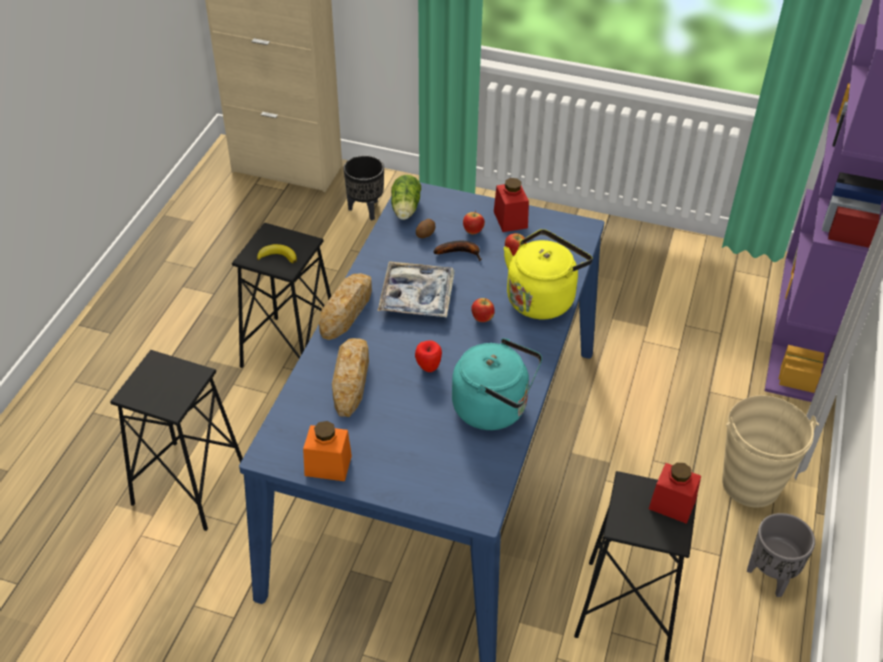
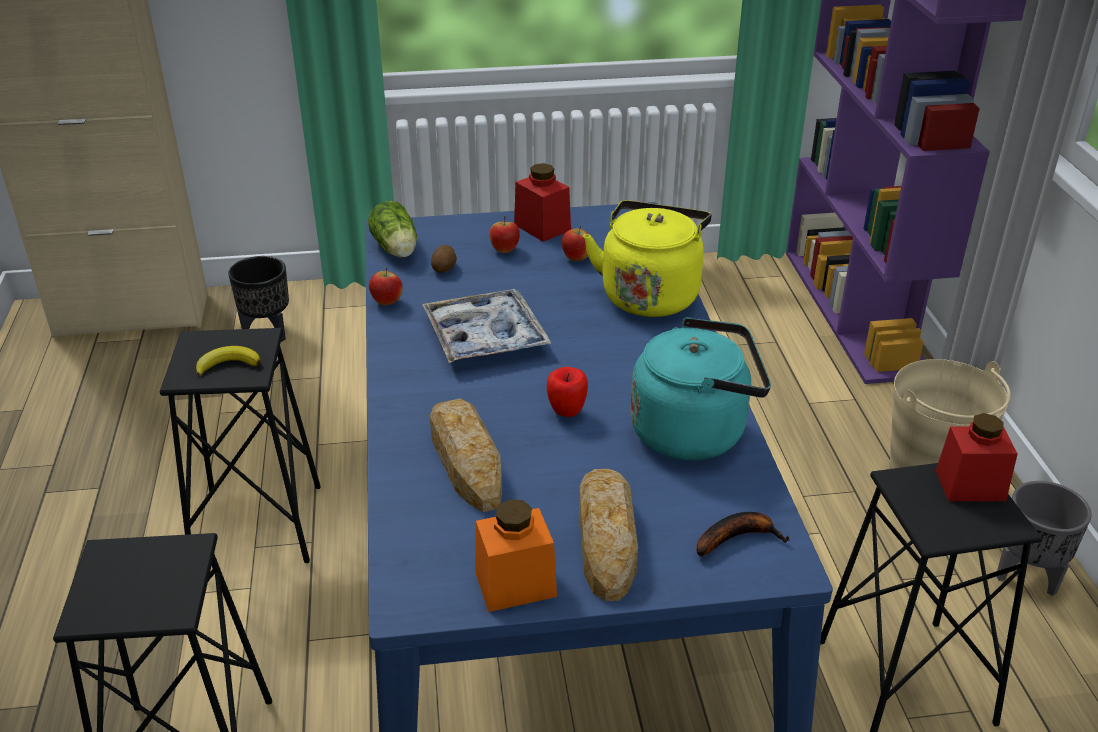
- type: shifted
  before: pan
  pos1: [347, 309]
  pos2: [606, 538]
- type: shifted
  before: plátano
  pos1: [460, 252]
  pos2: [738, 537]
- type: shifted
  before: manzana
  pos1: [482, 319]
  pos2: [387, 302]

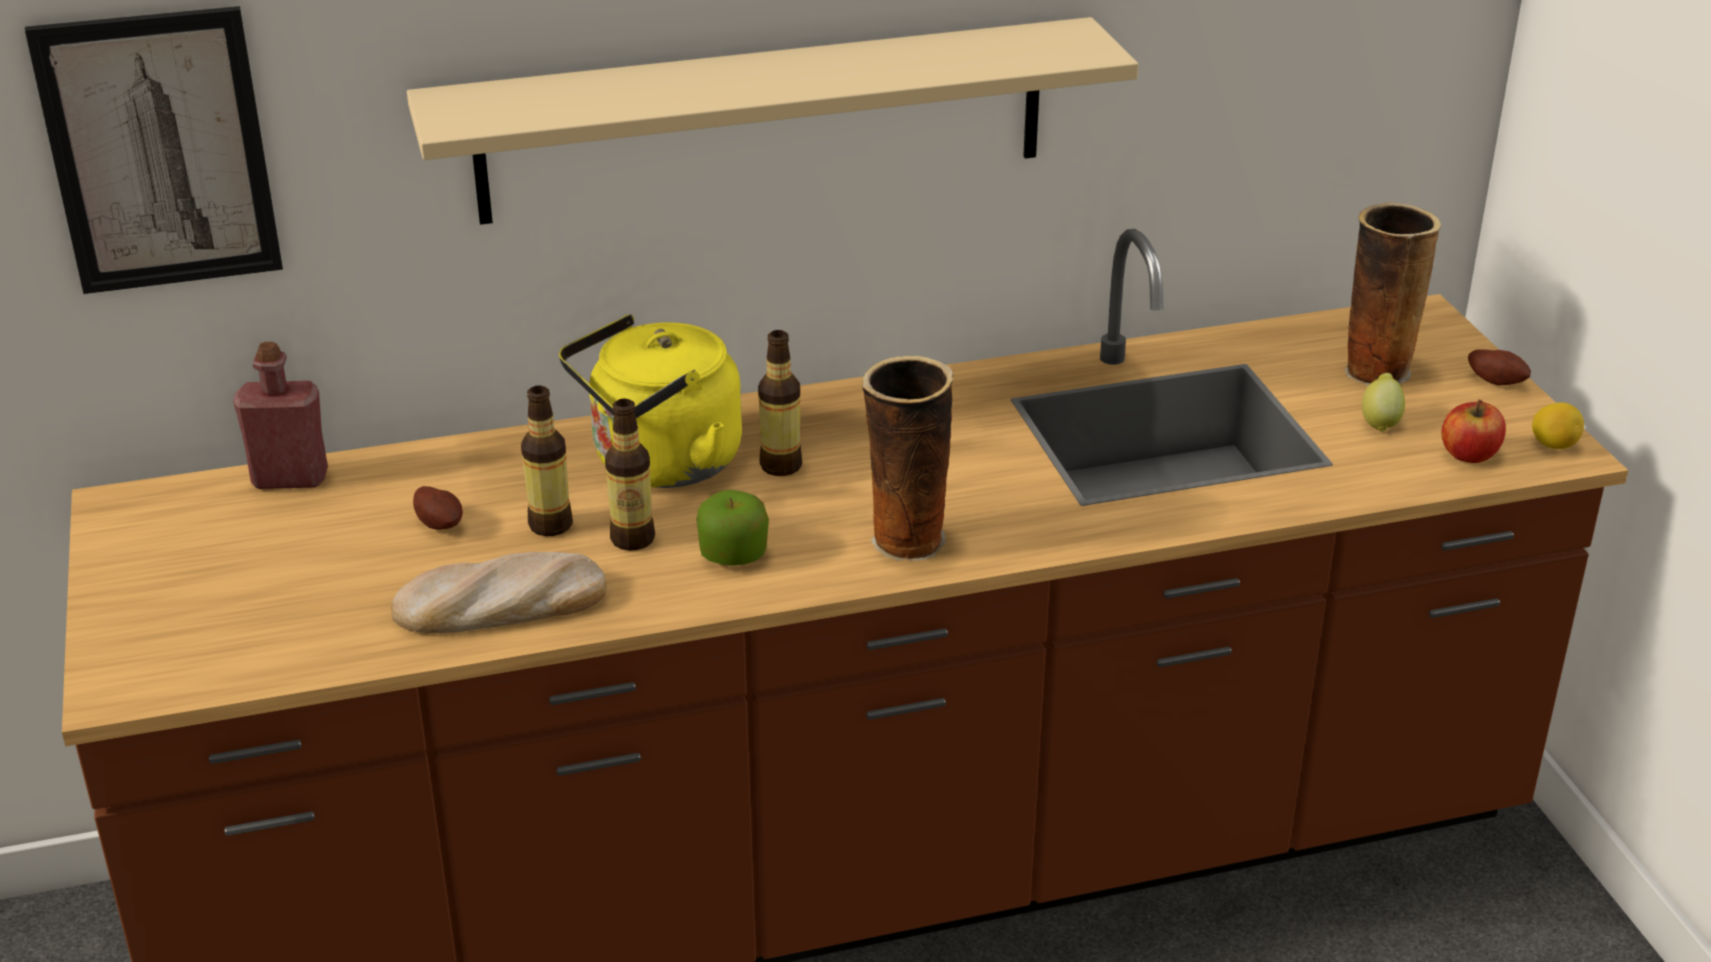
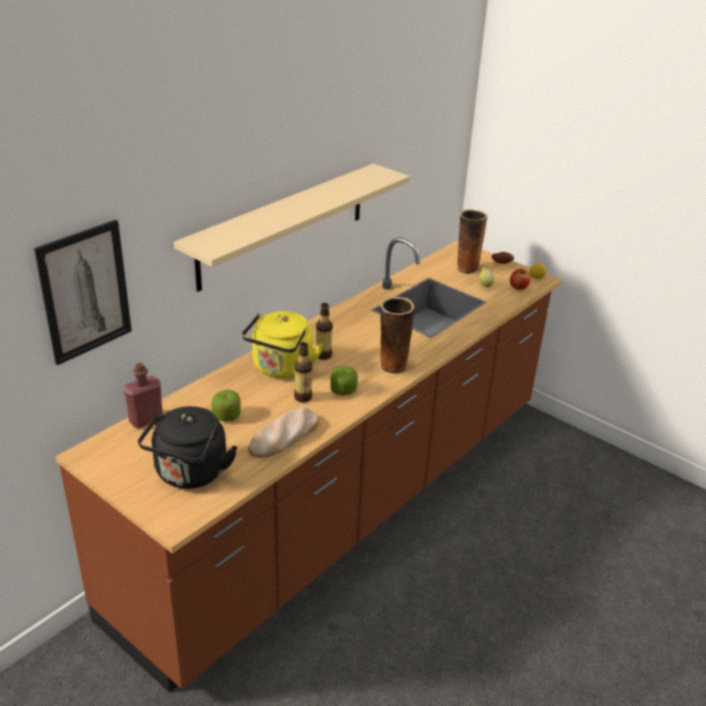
- type: gone
  before: botella
  pos1: [550, 525]
- type: new
  after: hervidor [negro]
  pos2: [190, 474]
- type: swapped
  before: patata
  after: manzana
  pos1: [440, 523]
  pos2: [226, 416]

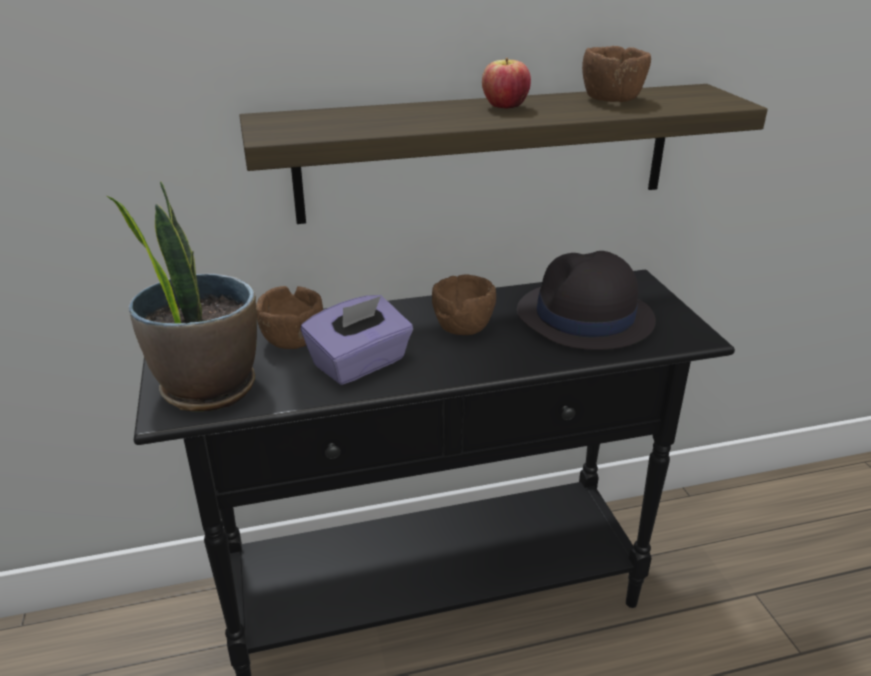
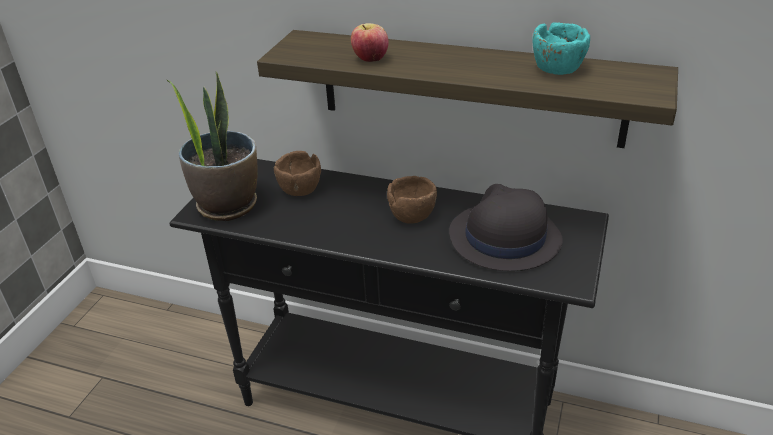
- type: gone
  before: caja de pañuelos [morado]
  pos1: [360, 364]
- type: shifted
  before: manzana
  pos1: [505, 107]
  pos2: [370, 59]
- type: repainted
  before: cuenco [marrón]
  after: cuenco [turquesa]
  pos1: [612, 99]
  pos2: [557, 69]

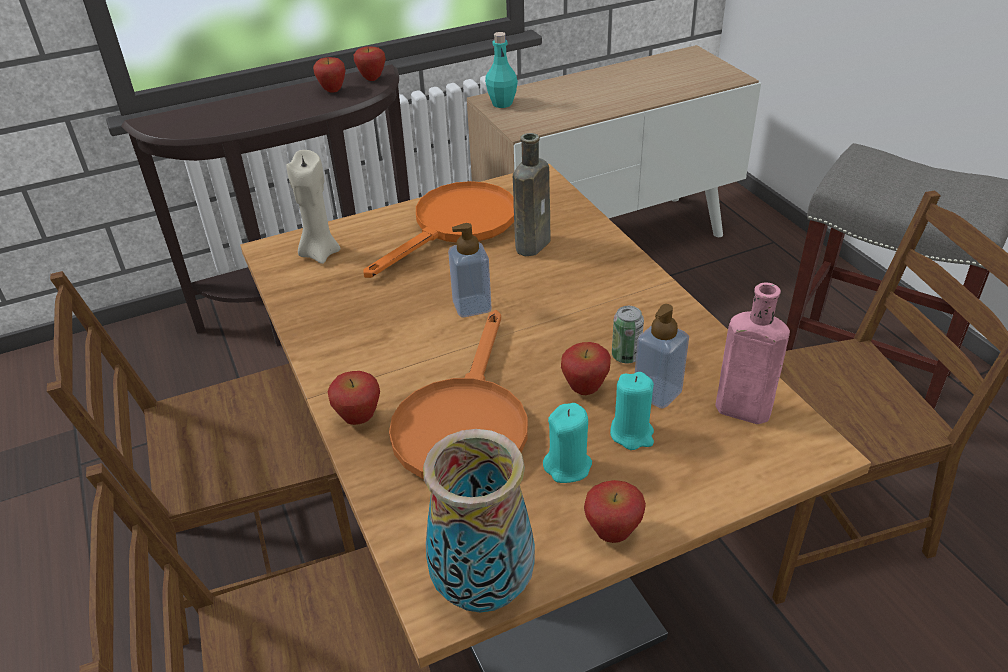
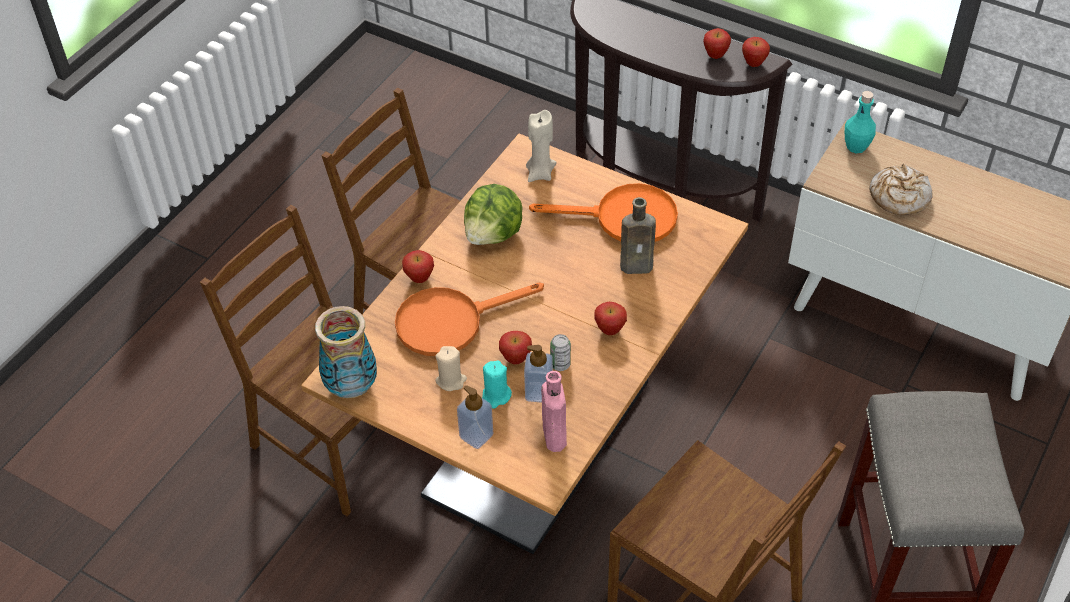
- type: new
  after: lechuga
  pos2: [494, 234]
- type: new
  after: pan
  pos2: [898, 197]
- type: shifted
  before: dispensador de jabón
  pos1: [472, 306]
  pos2: [476, 436]
- type: shifted
  before: manzana
  pos1: [612, 533]
  pos2: [610, 330]
- type: repainted
  before: vela [turquesa]
  after: vela [beis]
  pos1: [568, 466]
  pos2: [451, 380]

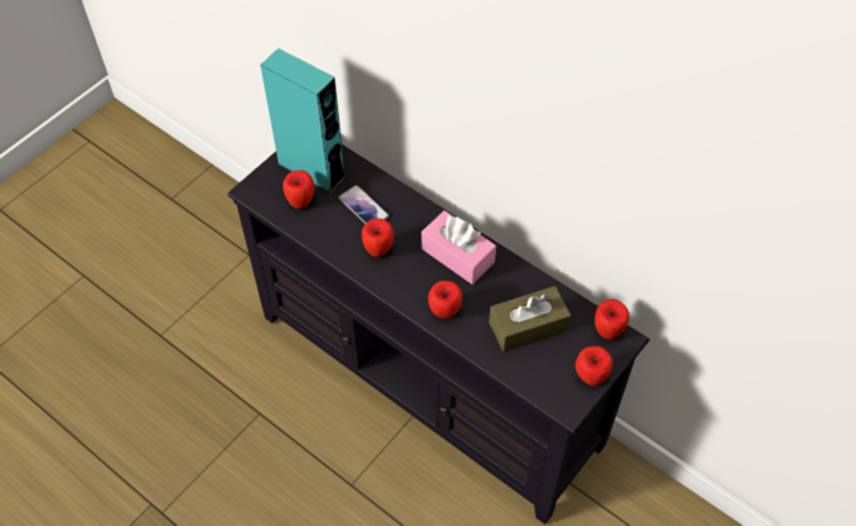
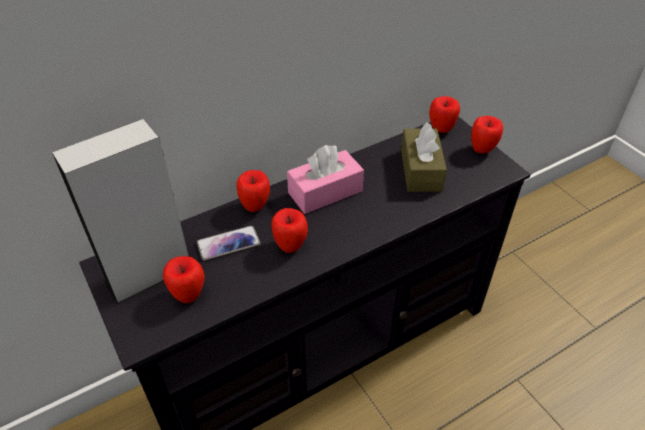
- type: shifted
  before: manzana
  pos1: [444, 312]
  pos2: [255, 206]
- type: repainted
  before: altavoz [turquesa]
  after: altavoz [gris]
  pos1: [311, 170]
  pos2: [149, 274]

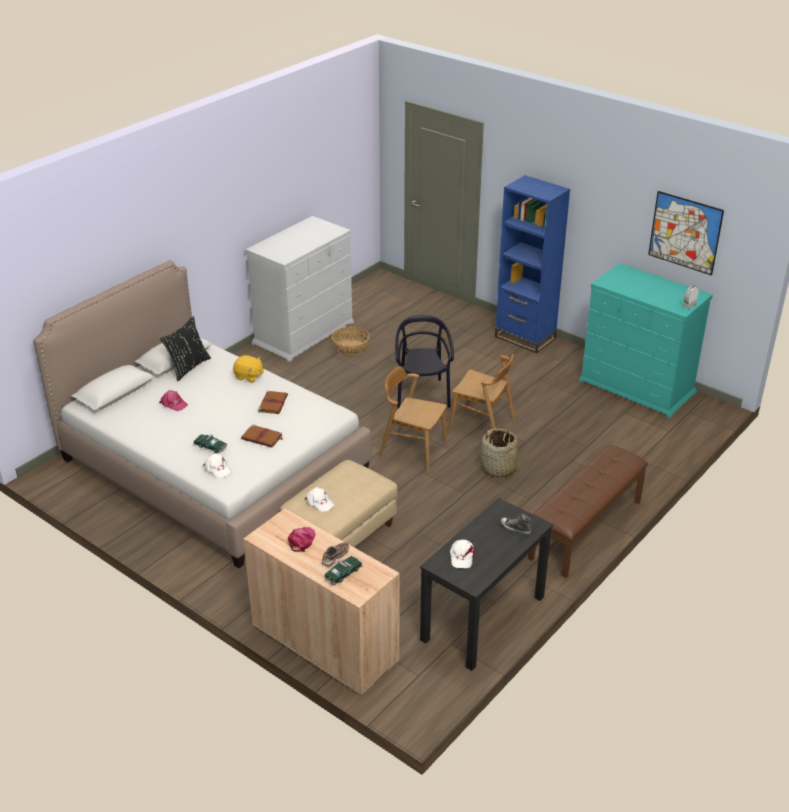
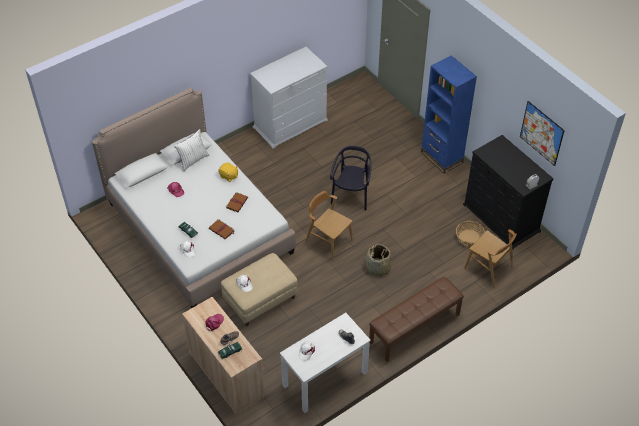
- type: shifted
  before: cesta
  pos1: [351, 347]
  pos2: [469, 238]
- type: shifted
  before: silla [marrón]
  pos1: [482, 425]
  pos2: [488, 268]
- type: repainted
  before: cojín [negro]
  after: cojín [blanco]
  pos1: [188, 367]
  pos2: [193, 160]
- type: repainted
  before: escritorio [negro]
  after: escritorio [blanco]
  pos1: [483, 618]
  pos2: [324, 379]
- type: repainted
  before: cómoda [turquesa]
  after: cómoda [negro]
  pos1: [637, 387]
  pos2: [501, 218]

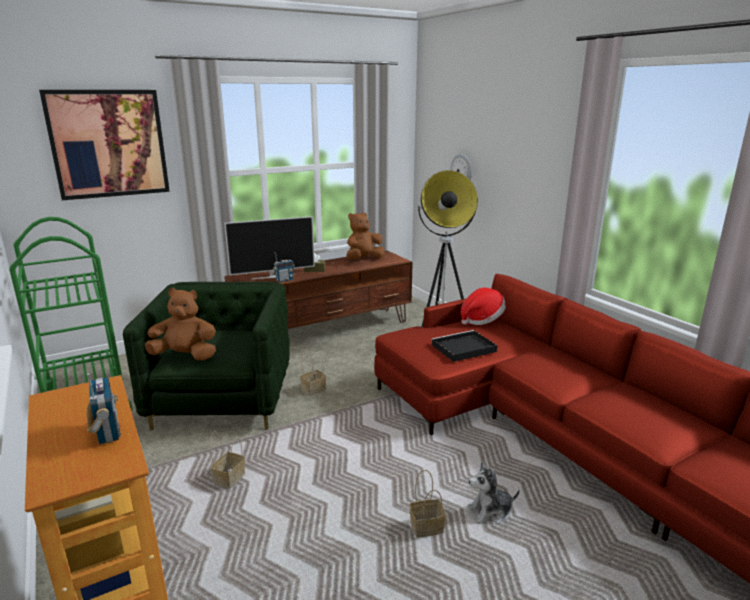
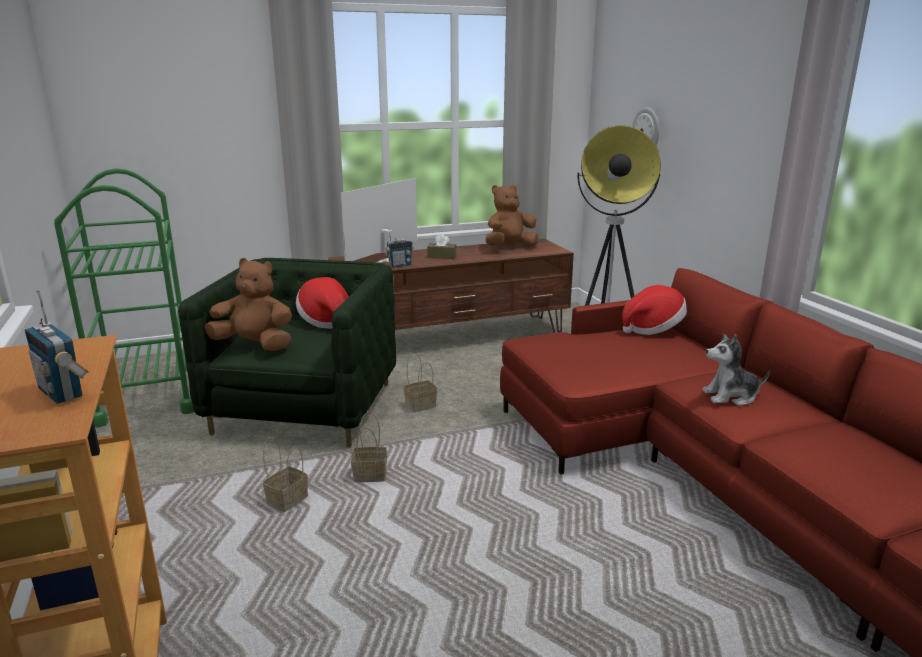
- type: gone
  before: cuadro
  pos1: [108, 144]
- type: gone
  before: bandeja [negro]
  pos1: [462, 348]
- type: new
  after: sombrero
  pos2: [326, 321]
- type: shifted
  before: cesta
  pos1: [427, 527]
  pos2: [371, 475]
- type: shifted
  before: peluche
  pos1: [490, 512]
  pos2: [731, 396]
- type: rotated
  before: radio
  pos1: [107, 433]
  pos2: [63, 393]
  turn: 150
- type: rotated
  before: televisor
  pos1: [273, 276]
  pos2: [387, 261]
  turn: 135

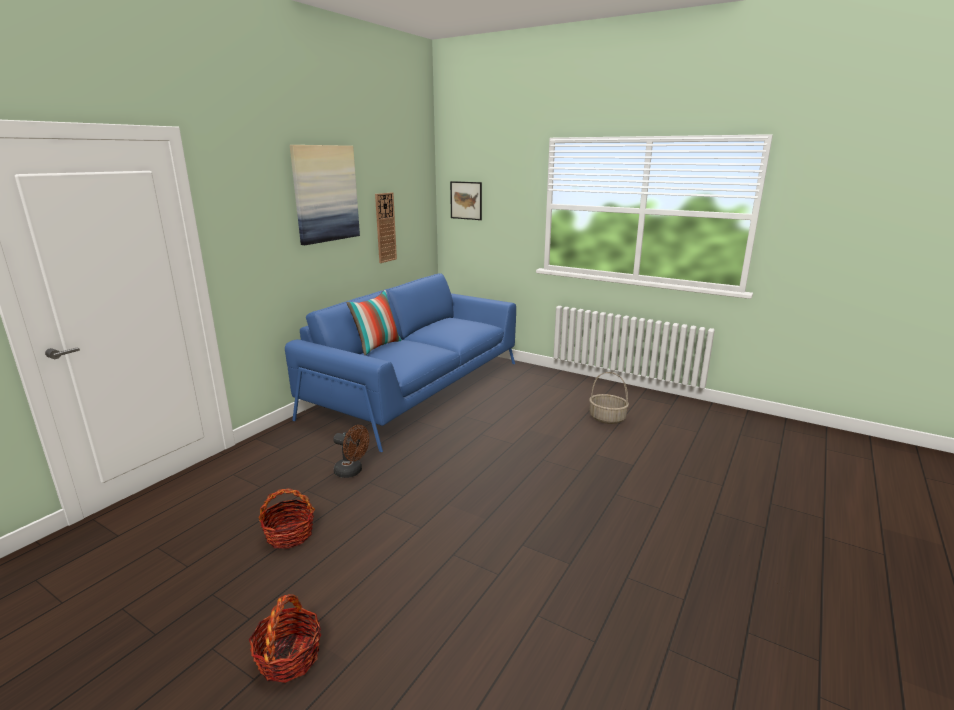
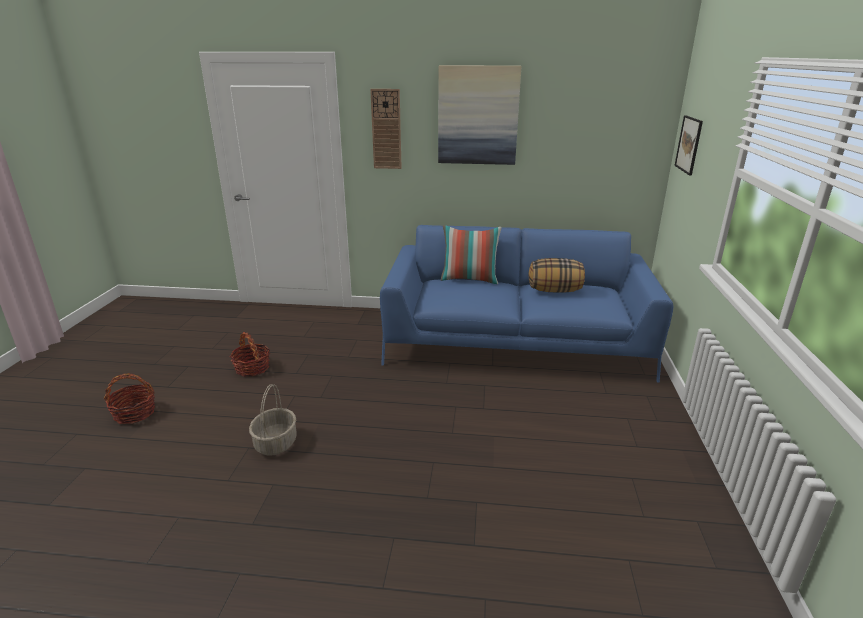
- type: gone
  before: ventilador [marrón]
  pos1: [352, 472]
- type: new
  after: cojín
  pos2: [555, 290]
- type: shifted
  before: reloj de pared
  pos1: [385, 227]
  pos2: [386, 129]
- type: shifted
  before: cesta
  pos1: [606, 418]
  pos2: [275, 443]

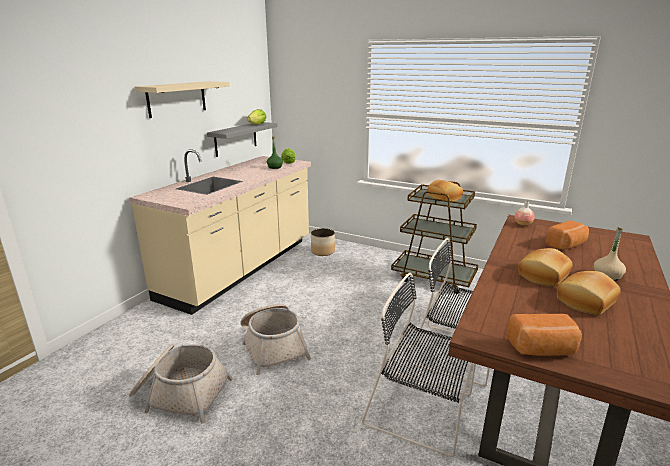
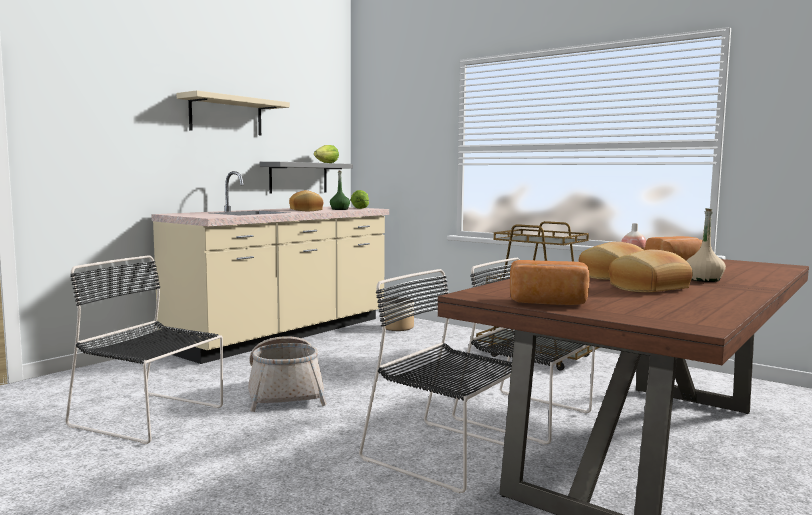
- type: shifted
  before: pan
  pos1: [444, 197]
  pos2: [307, 210]
- type: swapped
  before: cesta
  after: silla [negro]
  pos1: [180, 393]
  pos2: [151, 417]

